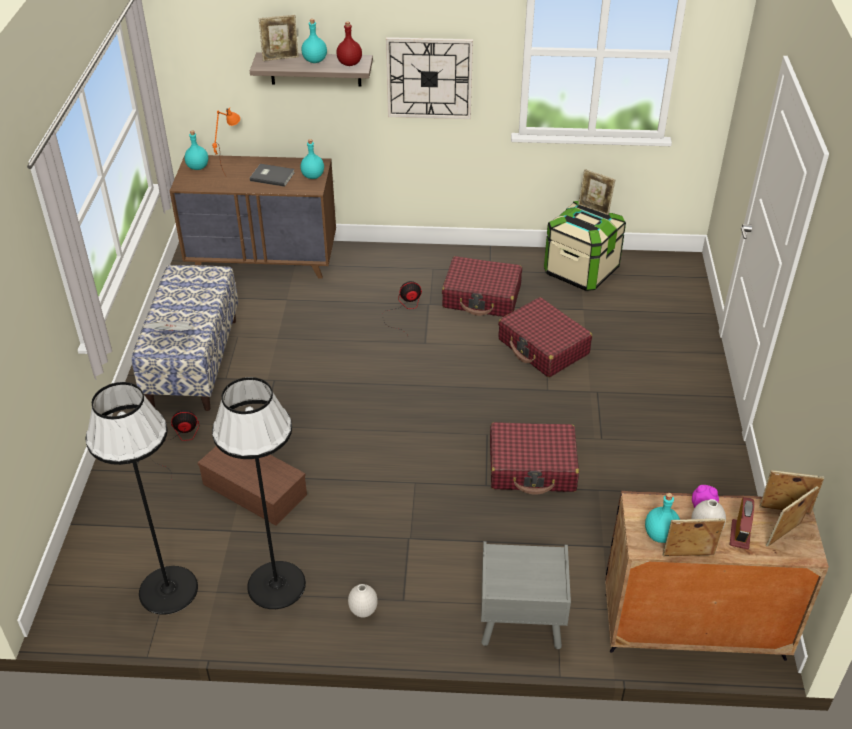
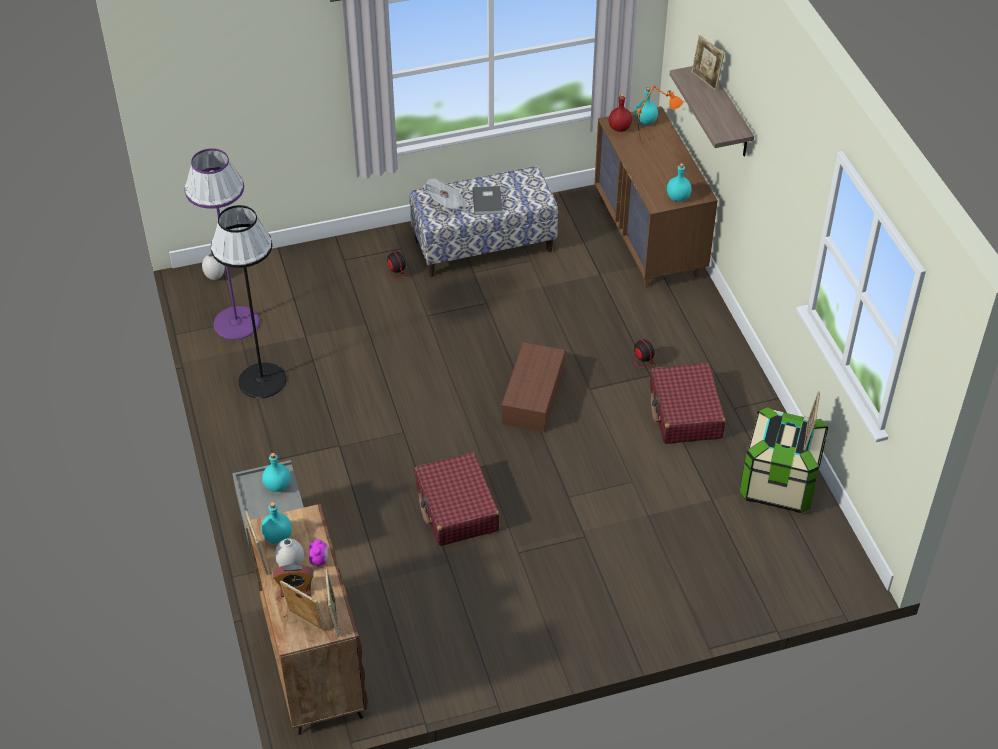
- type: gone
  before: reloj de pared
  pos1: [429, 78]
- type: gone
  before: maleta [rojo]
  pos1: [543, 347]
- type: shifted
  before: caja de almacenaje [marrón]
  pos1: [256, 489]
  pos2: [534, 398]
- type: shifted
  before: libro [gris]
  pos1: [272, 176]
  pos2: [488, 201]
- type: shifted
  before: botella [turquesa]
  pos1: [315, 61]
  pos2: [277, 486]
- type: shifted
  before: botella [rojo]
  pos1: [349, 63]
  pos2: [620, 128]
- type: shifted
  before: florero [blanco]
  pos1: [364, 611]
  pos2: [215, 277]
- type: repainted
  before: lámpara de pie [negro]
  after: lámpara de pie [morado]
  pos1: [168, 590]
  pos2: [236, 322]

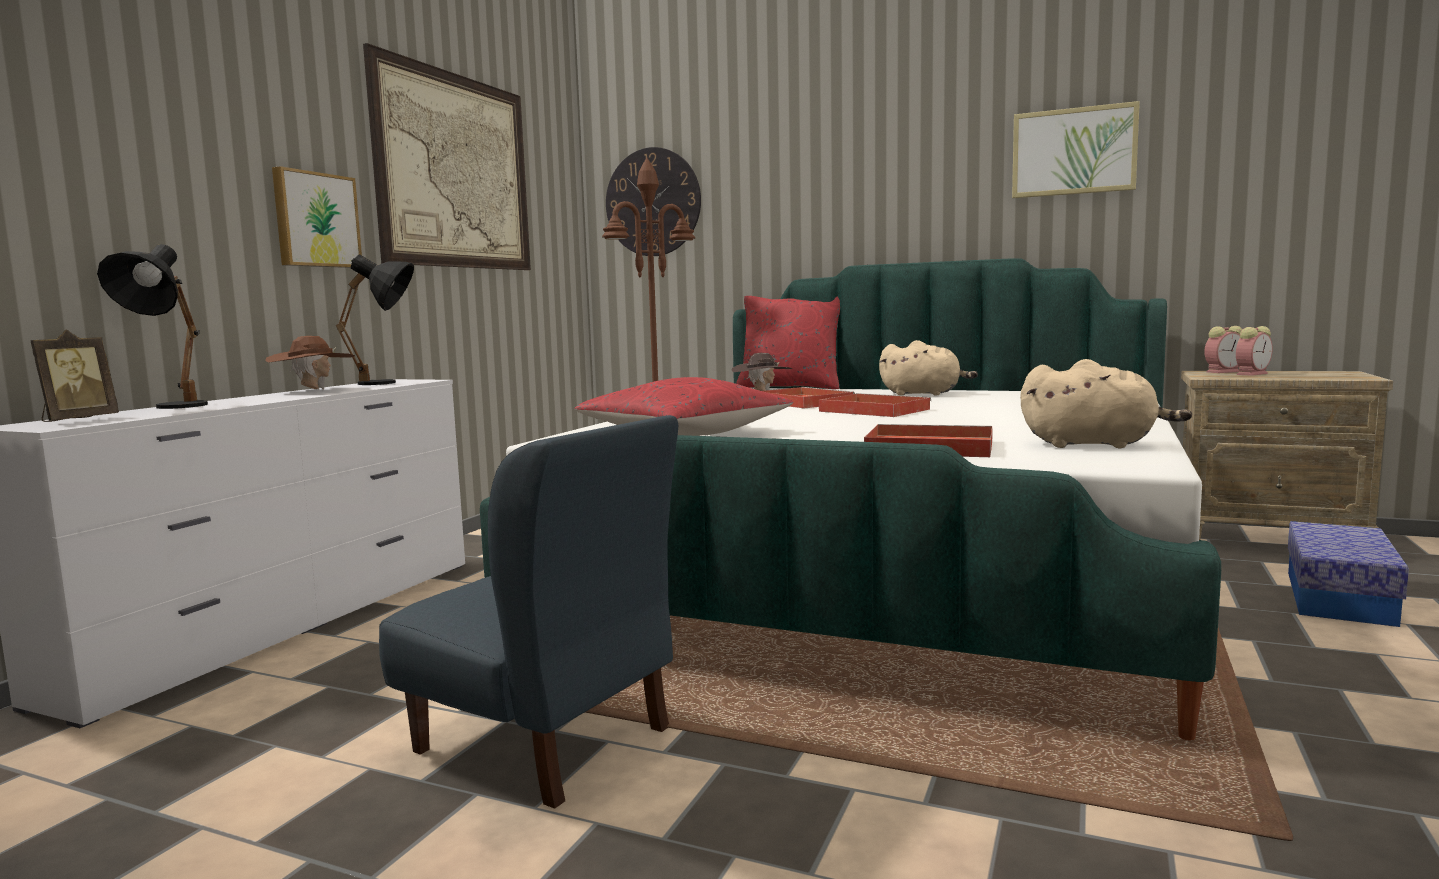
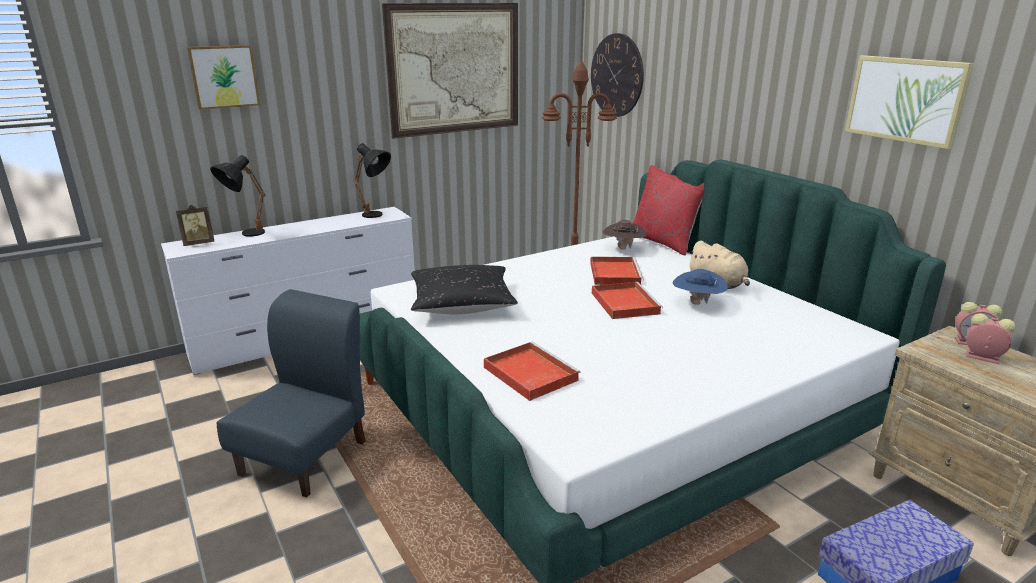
- type: gone
  before: sombrero [marrón]
  pos1: [313, 391]
- type: gone
  before: peluche [beis]
  pos1: [1094, 445]
- type: new
  after: sombrero [azul]
  pos2: [697, 304]
- type: shifted
  before: cuadro
  pos1: [315, 220]
  pos2: [224, 76]
- type: repainted
  before: cojín [rojo]
  after: cojín [negro]
  pos1: [684, 434]
  pos2: [462, 303]
- type: rotated
  before: silla [azul]
  pos1: [544, 740]
  pos2: [305, 457]
  turn: -135
- type: rotated
  before: despertador
  pos1: [1252, 374]
  pos2: [981, 357]
  turn: -150

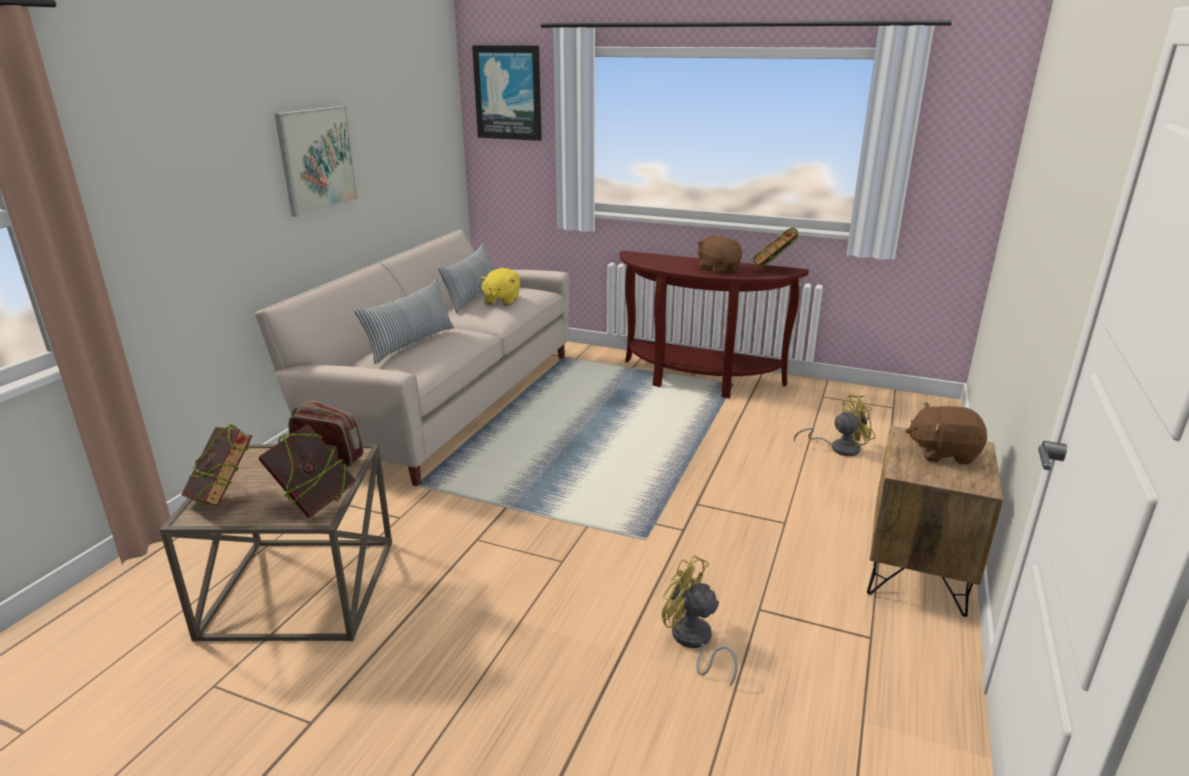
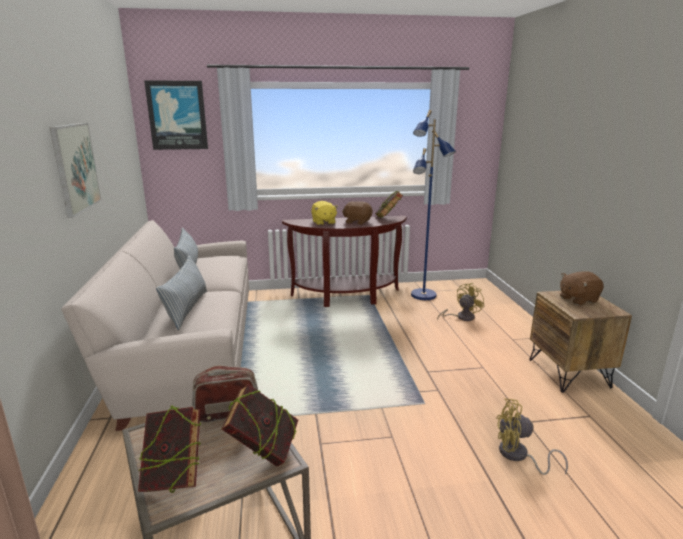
- type: new
  after: lámpara de pie [azul]
  pos2: [423, 295]
- type: shifted
  before: peluche [amarillo]
  pos1: [501, 300]
  pos2: [323, 222]

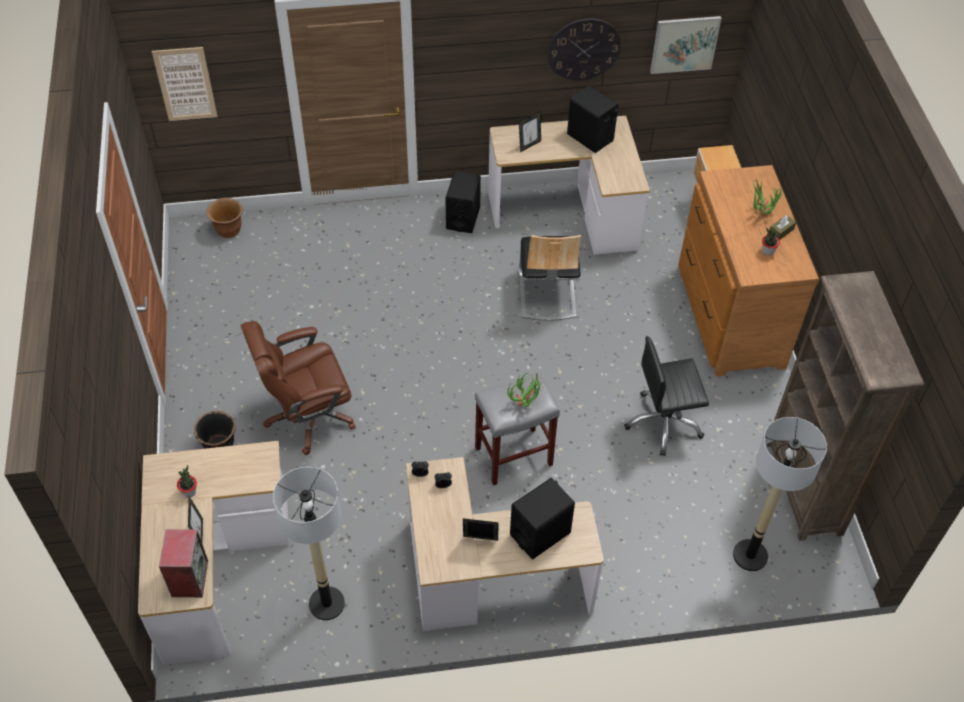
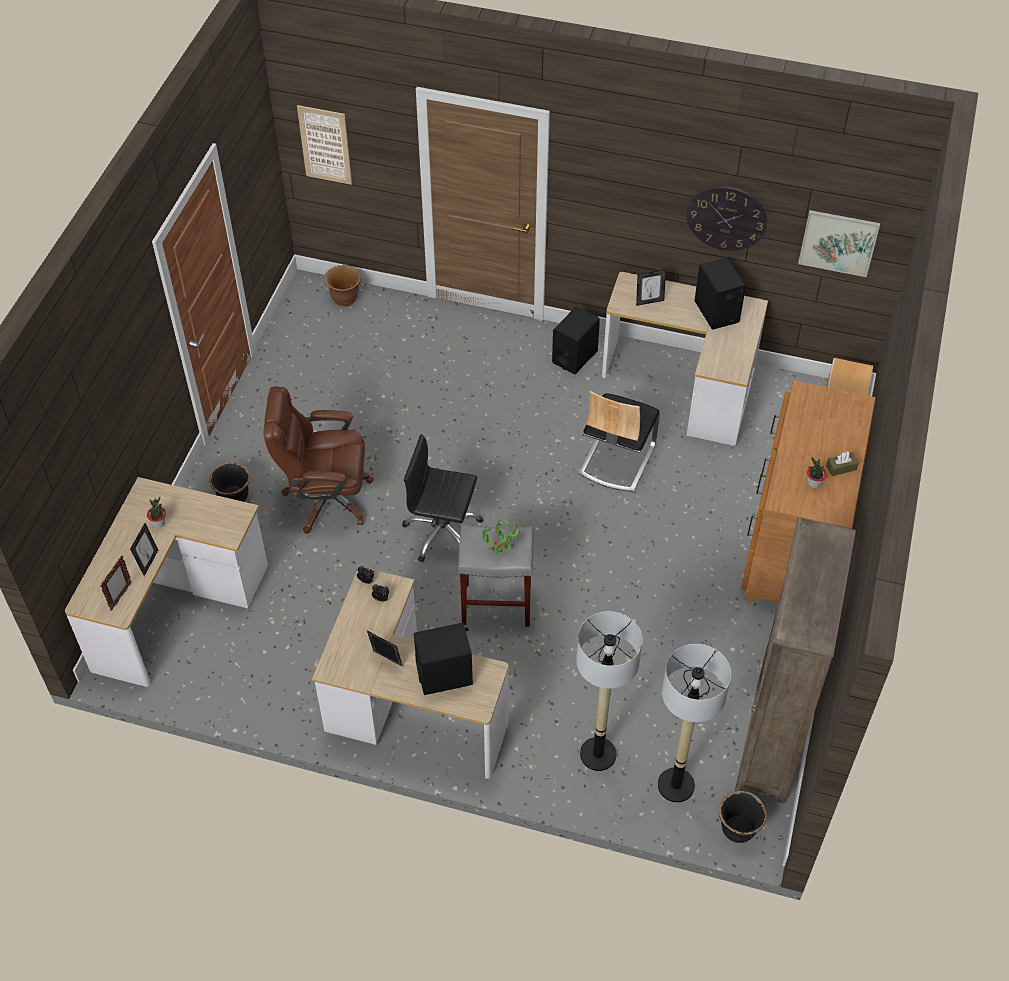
- type: gone
  before: planta en maceta
  pos1: [759, 214]
- type: new
  after: maceta [negro]
  pos2: [737, 829]
- type: shifted
  before: lámpara de pie
  pos1: [327, 604]
  pos2: [598, 754]
- type: shifted
  before: silla de oficina [negro]
  pos1: [664, 423]
  pos2: [442, 533]
- type: swapped
  before: altavoz
  after: portarretratos
  pos1: [189, 578]
  pos2: [120, 597]

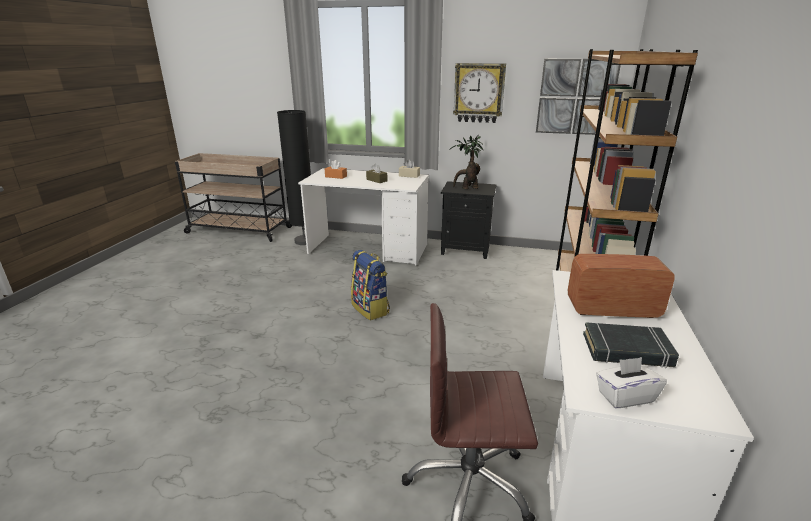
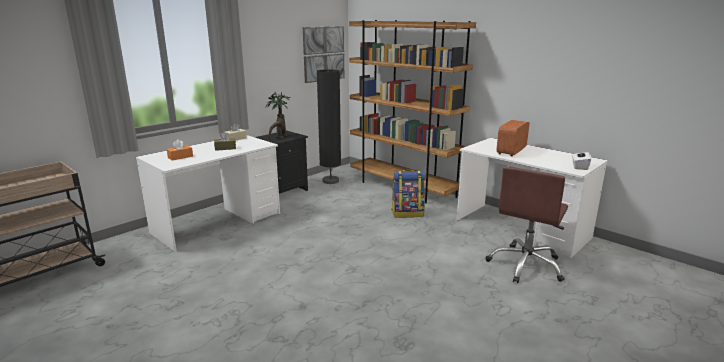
- type: gone
  before: reloj de pared
  pos1: [479, 93]
- type: gone
  before: libro [negro]
  pos1: [627, 350]
- type: shifted
  before: lámpara de pie [negro]
  pos1: [304, 241]
  pos2: [330, 181]
- type: shifted
  before: mochila
  pos1: [371, 309]
  pos2: [407, 213]

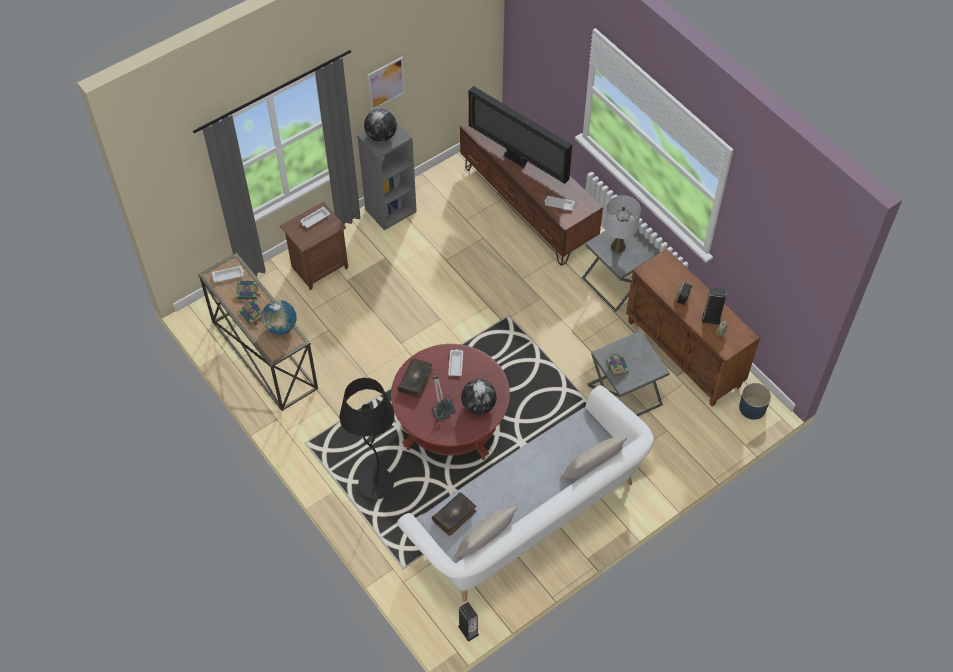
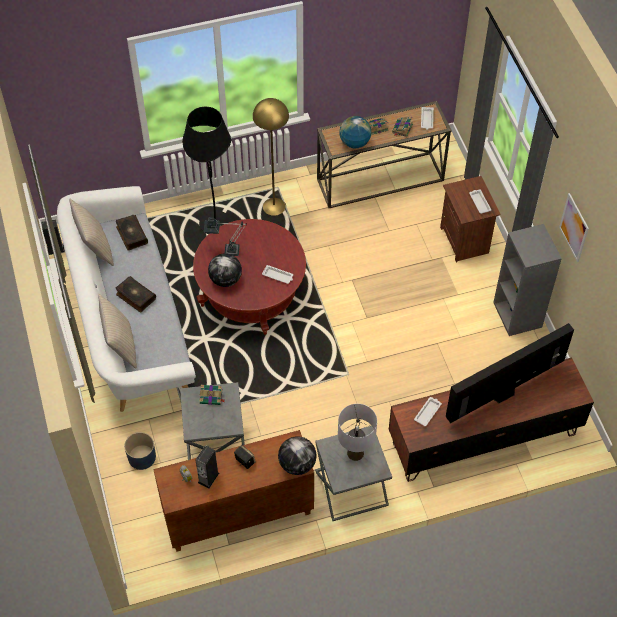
- type: new
  after: lámpara de pie [amarillo]
  pos2: [274, 207]
- type: shifted
  before: globo terráqueo
  pos1: [381, 136]
  pos2: [297, 464]
- type: shifted
  before: libro
  pos1: [416, 381]
  pos2: [135, 297]
- type: shifted
  before: maceta [azul]
  pos1: [752, 408]
  pos2: [141, 457]

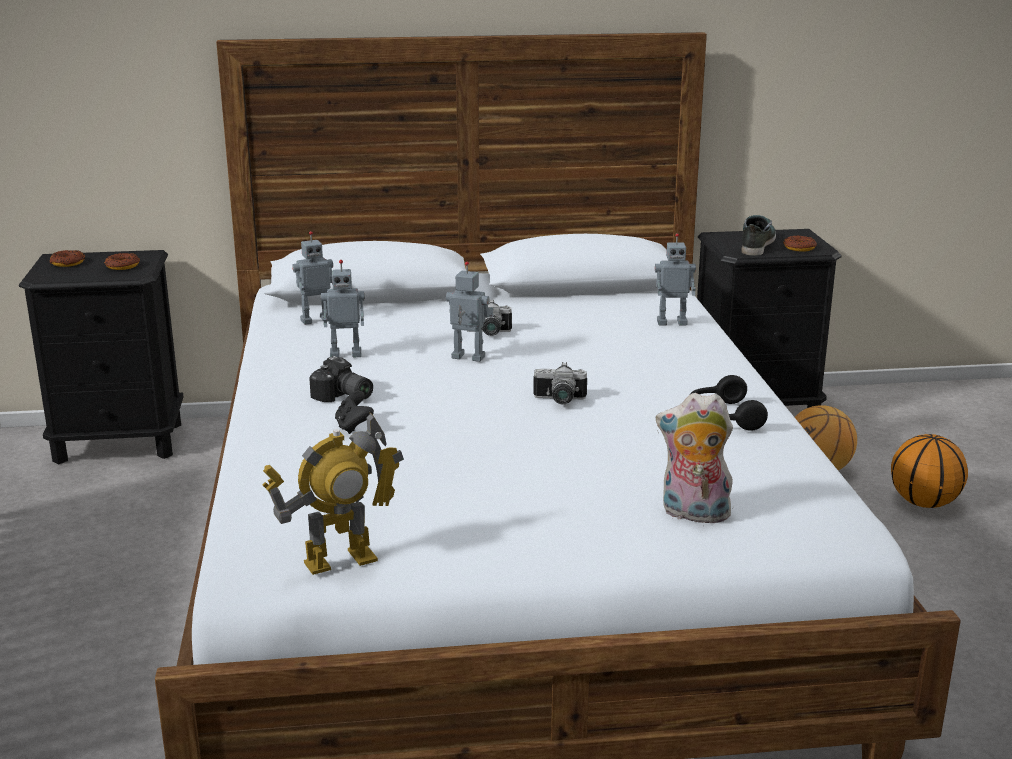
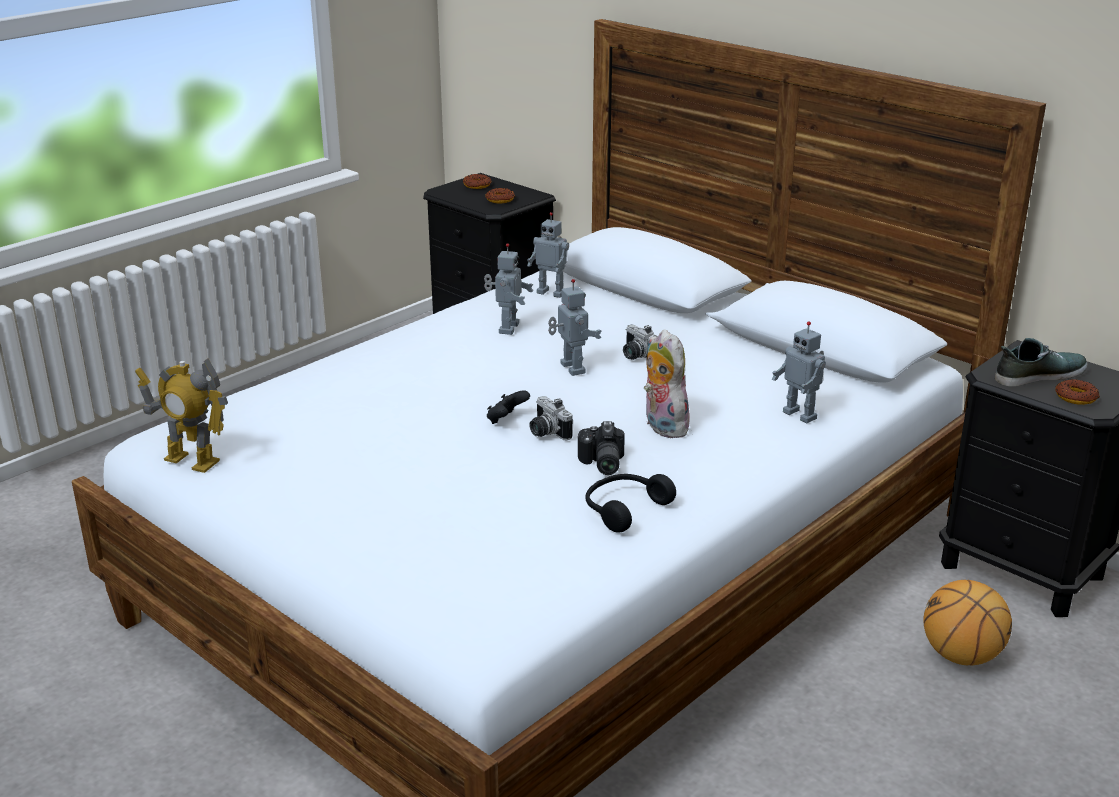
- type: gone
  before: balón de baloncesto
  pos1: [924, 503]
- type: shifted
  before: cámara
  pos1: [343, 397]
  pos2: [601, 464]
- type: shifted
  before: mando de consola [negro]
  pos1: [353, 427]
  pos2: [506, 420]
- type: shifted
  before: peluche
  pos1: [693, 514]
  pos2: [662, 426]
- type: rotated
  before: robot de juguete
  pos1: [346, 354]
  pos2: [507, 328]
  turn: -120

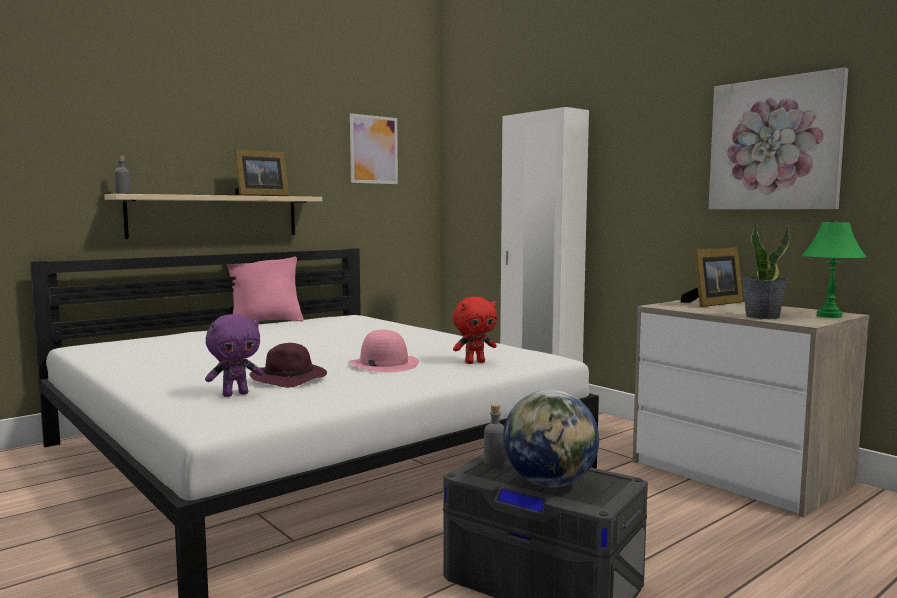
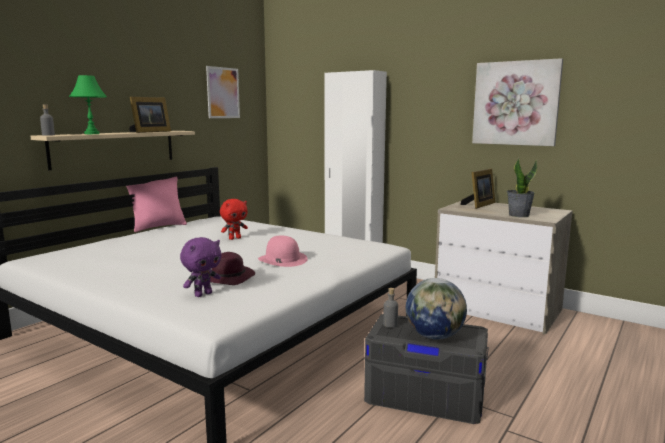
- type: shifted
  before: peluche [rojo]
  pos1: [474, 362]
  pos2: [234, 238]
- type: shifted
  before: lámpara de mesa [verde]
  pos1: [829, 316]
  pos2: [91, 134]

